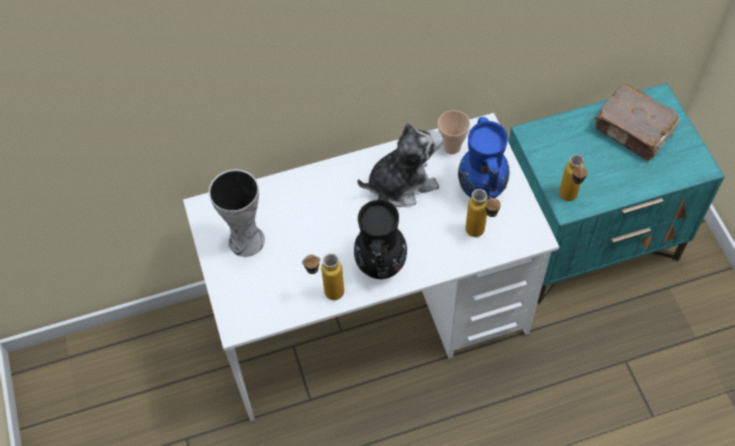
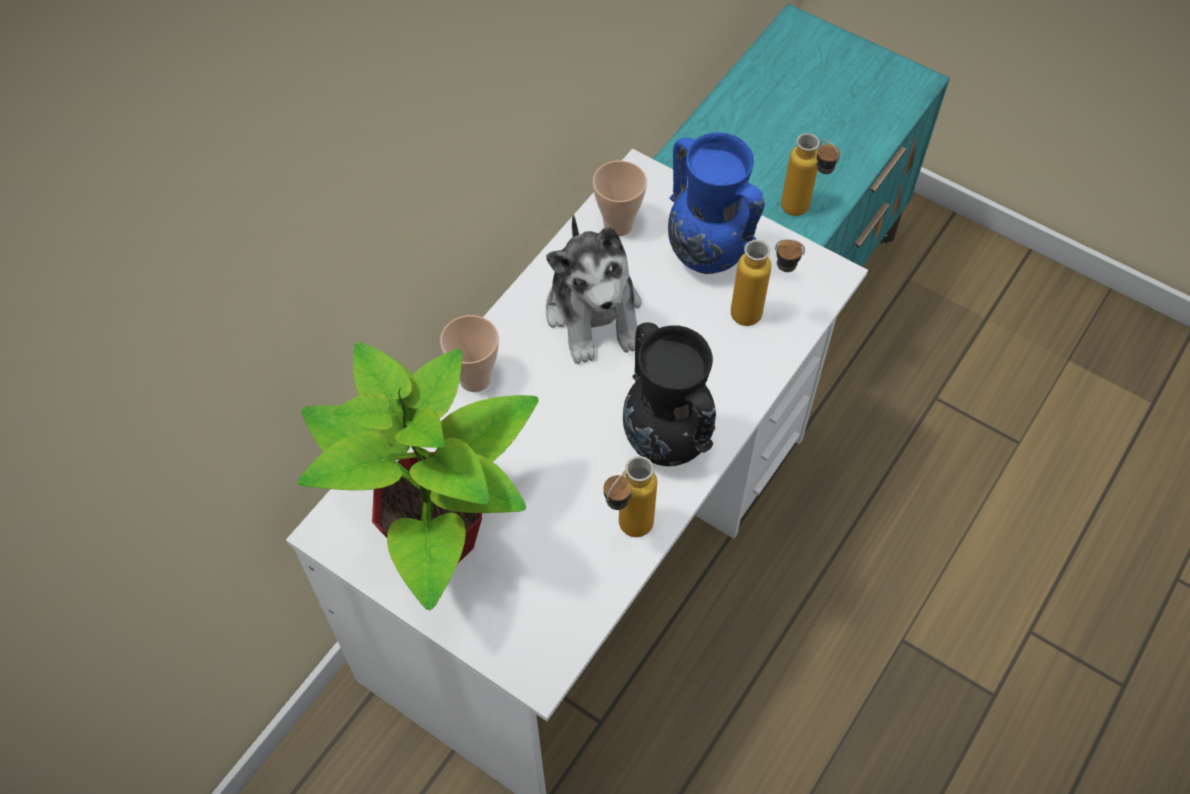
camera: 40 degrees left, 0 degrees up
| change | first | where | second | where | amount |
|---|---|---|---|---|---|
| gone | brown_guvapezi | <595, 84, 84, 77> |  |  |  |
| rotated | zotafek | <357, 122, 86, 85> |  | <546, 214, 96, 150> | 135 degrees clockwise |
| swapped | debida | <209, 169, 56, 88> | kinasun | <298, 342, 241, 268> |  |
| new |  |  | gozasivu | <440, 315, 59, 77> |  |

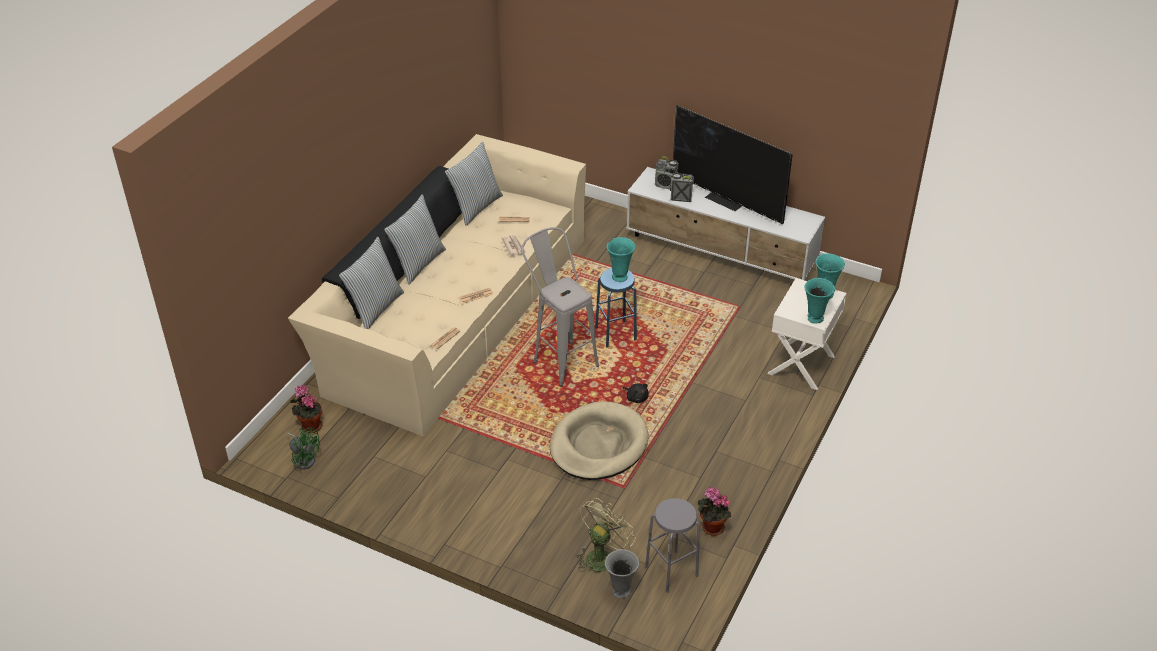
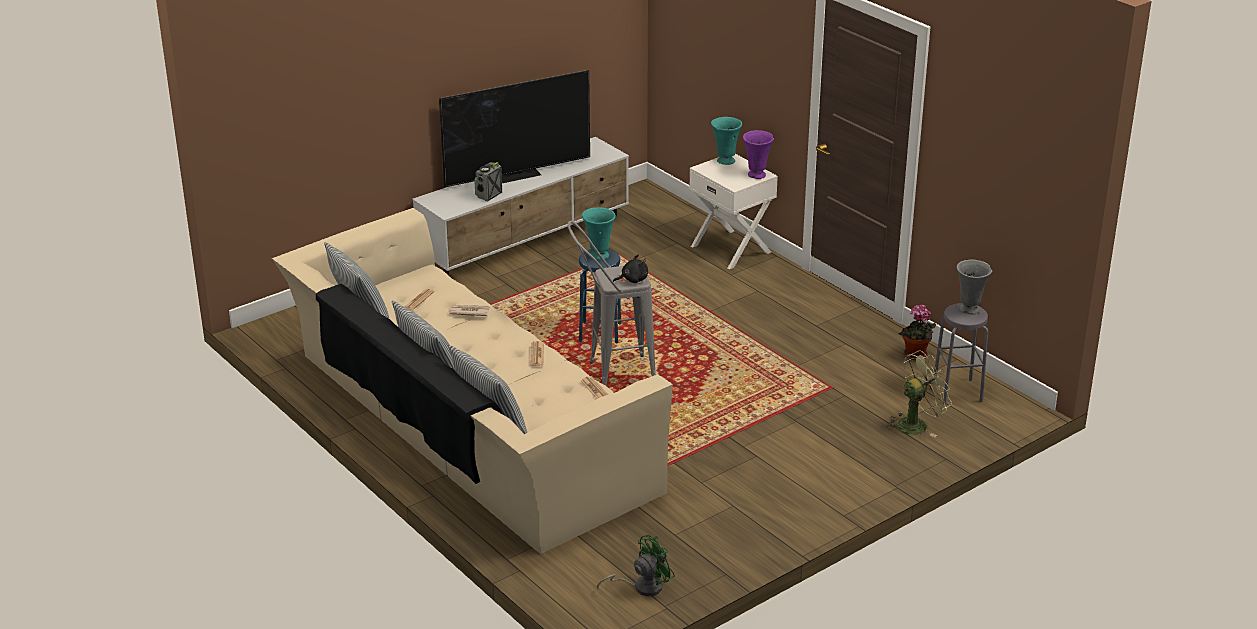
camera: 65 degrees left, 10 degrees down
| change | first | where | second | where | amount |
|---|---|---|---|---|---|
| gone | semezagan | <655, 156, 24, 34> |  |  |  |
| repainted | turquoise_debida | <804, 278, 31, 46> | purple_debida | <743, 130, 31, 49> |  |
| shifted | black_zotafek | <623, 383, 26, 20> |  | <613, 254, 35, 29> |  |
| gone | kinasun | <290, 385, 32, 48> |  |  |  |
| gone | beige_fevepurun | <550, 401, 98, 79> |  |  |  |
| rotated | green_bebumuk | <576, 498, 60, 74> |  | <886, 350, 66, 87> | 90 degrees clockwise |
| shifted | grey_debida | <605, 549, 34, 50> |  | <957, 259, 35, 55> |  |

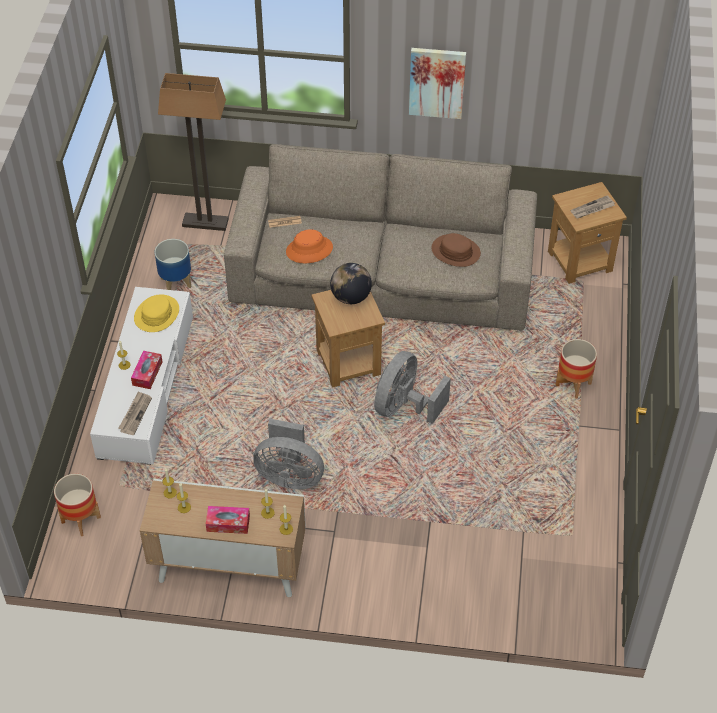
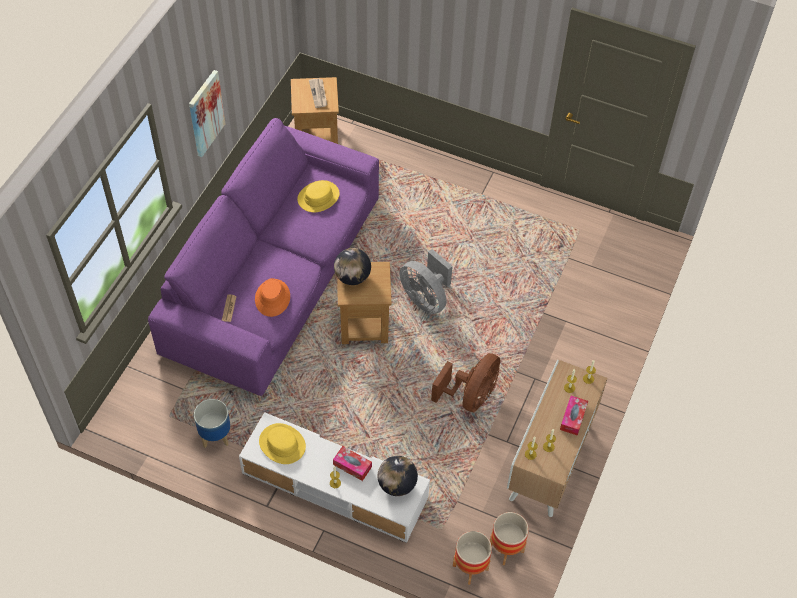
camera: 75 degrees left, 5 degrees up
| change | first | where | second | where | amount |
|---|---|---|---|---|---|
| gone | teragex | <158, 73, 71, 158> |  |  |  |
| repainted | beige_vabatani | <224, 144, 313, 186> | purple_vabatani | <148, 118, 231, 278> |  |
| repainted | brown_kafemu | <431, 233, 50, 34> | yellow_kafemu | <297, 180, 43, 32> |  |
| shifted | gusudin | <555, 339, 42, 59> |  | <490, 512, 39, 53> |  |
| swapped | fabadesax | <118, 391, 34, 44> | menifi | <378, 456, 40, 40> |  |
| repainted | grey_bebumuk | <253, 419, 71, 70> | brown_bebumuk | <431, 353, 69, 59> |  |

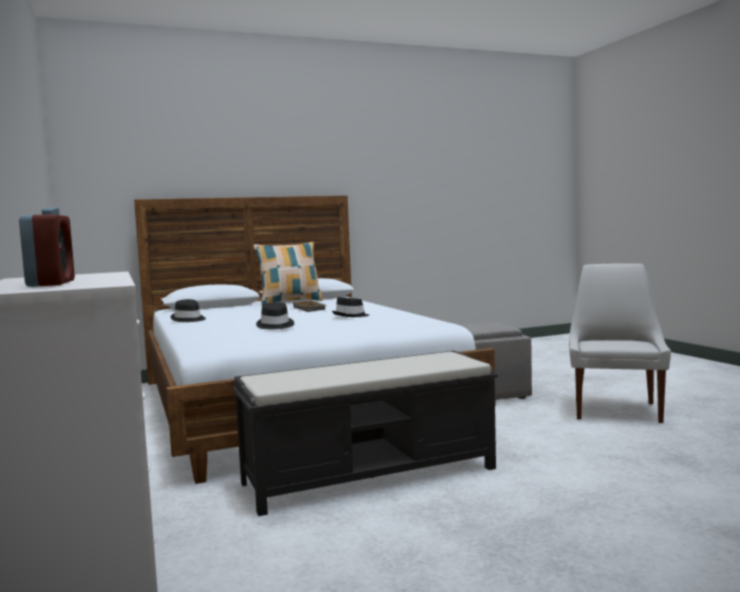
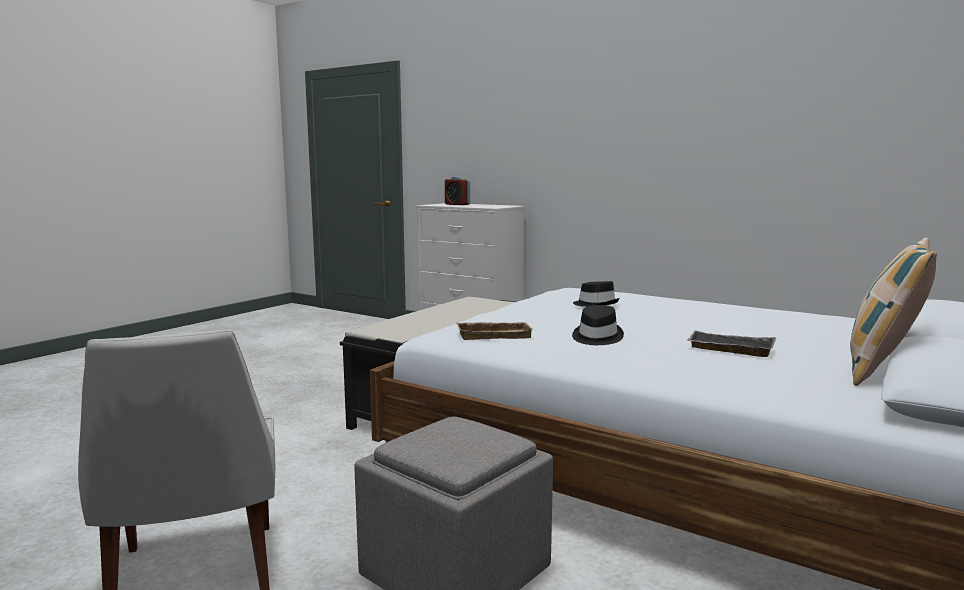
camera: 145 degrees right, 5 degrees up
| change | first | where | second | where | amount |
|---|---|---|---|---|---|
| gone | black_kafemu | <171, 299, 35, 23> |  |  |  |
| new |  |  | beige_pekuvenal | <456, 322, 78, 18> |  |

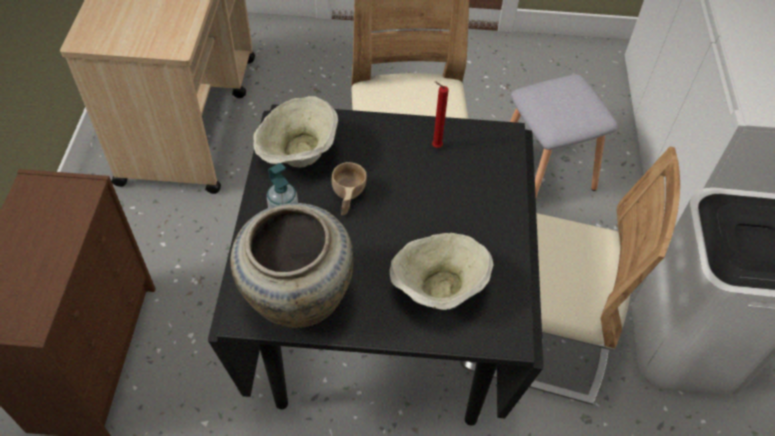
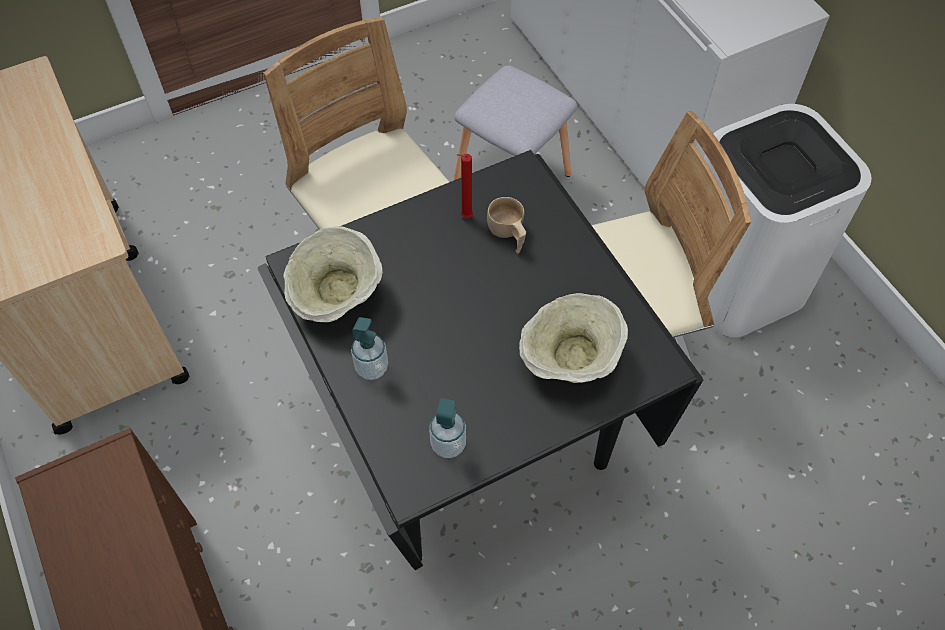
camera: 30 degrees left, 5 degrees up
| change | first | where | second | where | amount |
|---|---|---|---|---|---|
| shifted | beige_gozasivu | <332, 162, 35, 54> |  | <487, 197, 39, 57> |  |
| swapped | beige_debida | <230, 203, 123, 125> | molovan | <429, 398, 37, 60> |  |

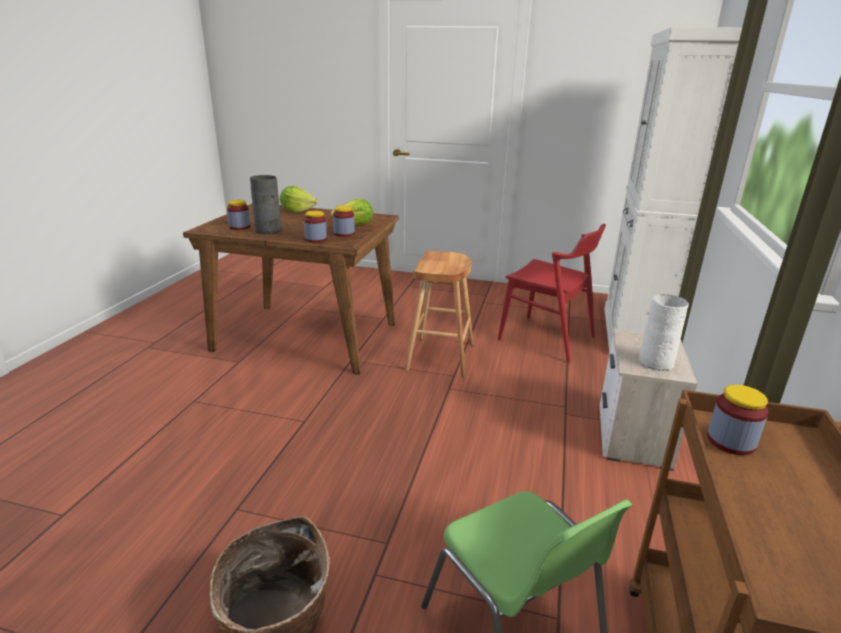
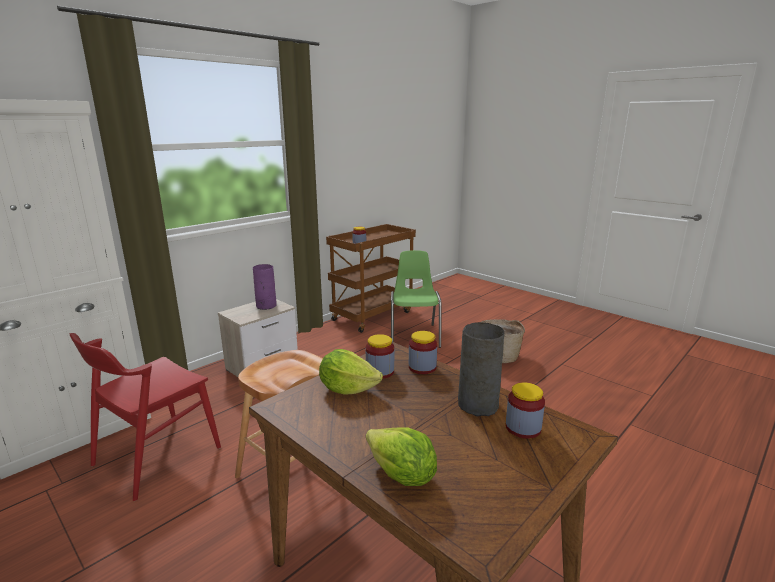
camera: 150 degrees left, 5 degrees down
| change | first | where | second | where | amount |
|---|---|---|---|---|---|
| rotated | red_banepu | <498, 224, 108, 139> |  | <70, 333, 151, 168> | 120 degrees counterclockwise |
| repainted | white_debida | <639, 294, 50, 77> | purple_debida | <253, 264, 24, 46> |  |

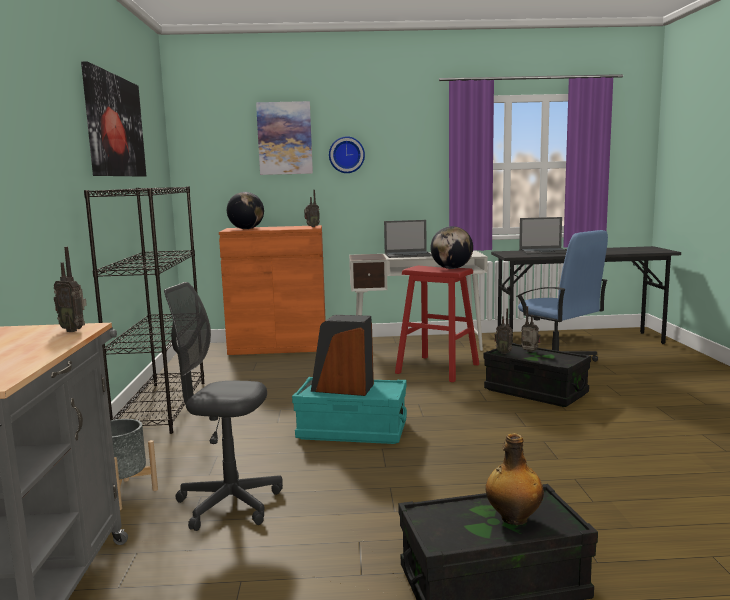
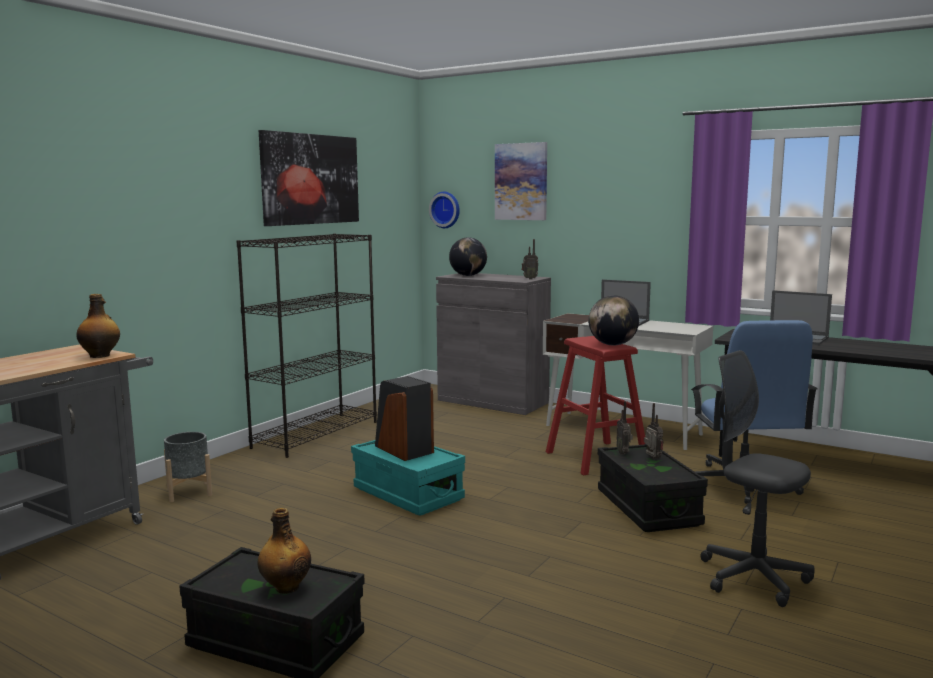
camera: 35 degrees right, 0 degrees up
| change | first | where | second | where | amount |
|---|---|---|---|---|---|
| shifted | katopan | <329, 136, 36, 37> |  | <429, 192, 31, 36> |  |
| repainted | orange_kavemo | <219, 225, 107, 130> | grey_kavemo | <436, 273, 115, 142> |  |
| swapped | semezagan | <53, 247, 34, 85> | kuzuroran | <76, 294, 44, 64> |  |
| shifted | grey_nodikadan | <164, 282, 119, 249> |  | <701, 350, 114, 257> |  |

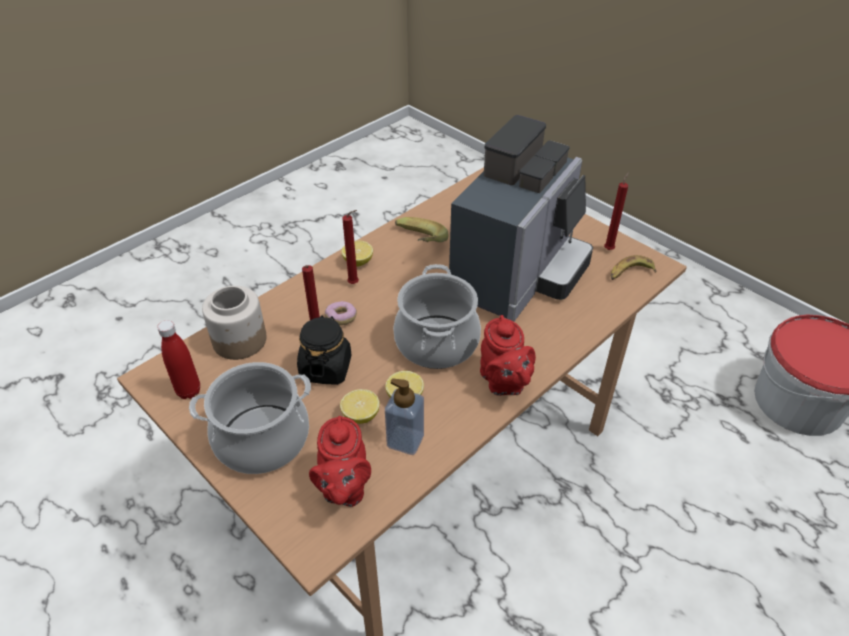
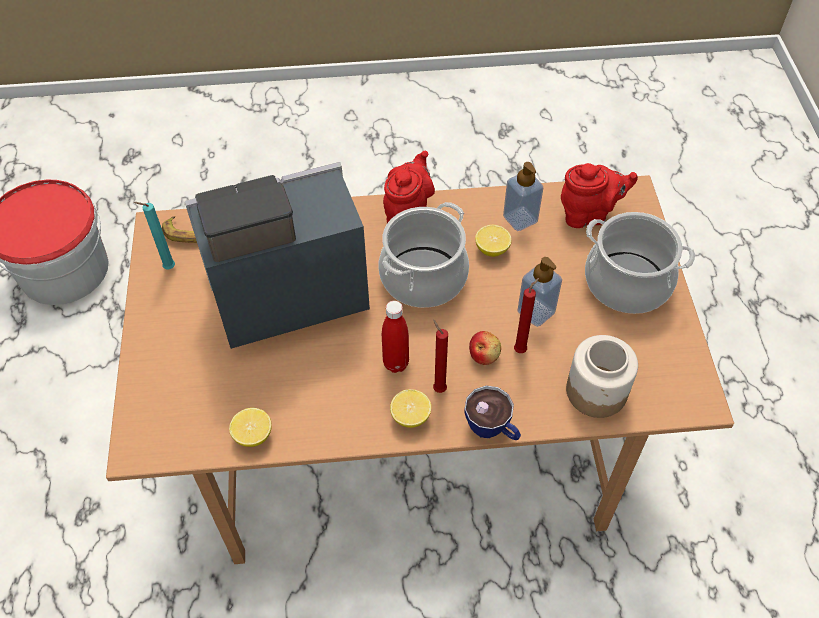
camera: 140 degrees left, 10 degrees up
| change | first | where | second | where | amount |
|---|---|---|---|---|---|
| repainted | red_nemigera | <604, 172, 25, 78> | turquoise_nemigera | <133, 202, 42, 67> |  |
| gone | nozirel | <395, 217, 53, 25> |  |  |  |
| swapped | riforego | <325, 301, 32, 24> | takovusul | <469, 331, 32, 34> |  |
| swapped | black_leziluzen | <297, 315, 54, 70> | molovan | <517, 257, 45, 70> |  |
| shifted | red_kuzuroran | <157, 320, 43, 79> |  | <382, 301, 27, 72> |  |
| shifted | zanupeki | <340, 389, 40, 35> |  | <229, 408, 43, 39> |  |
| rotated | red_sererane | <309, 416, 62, 91> |  | <561, 163, 77, 65> | 45 degrees clockwise |
| new |  |  | gozasivu | <465, 386, 56, 54> |  |

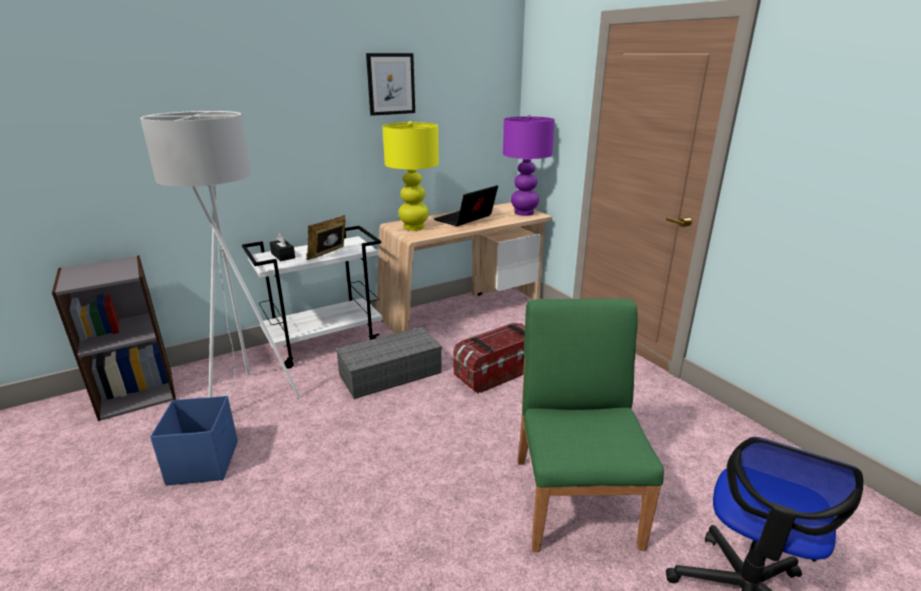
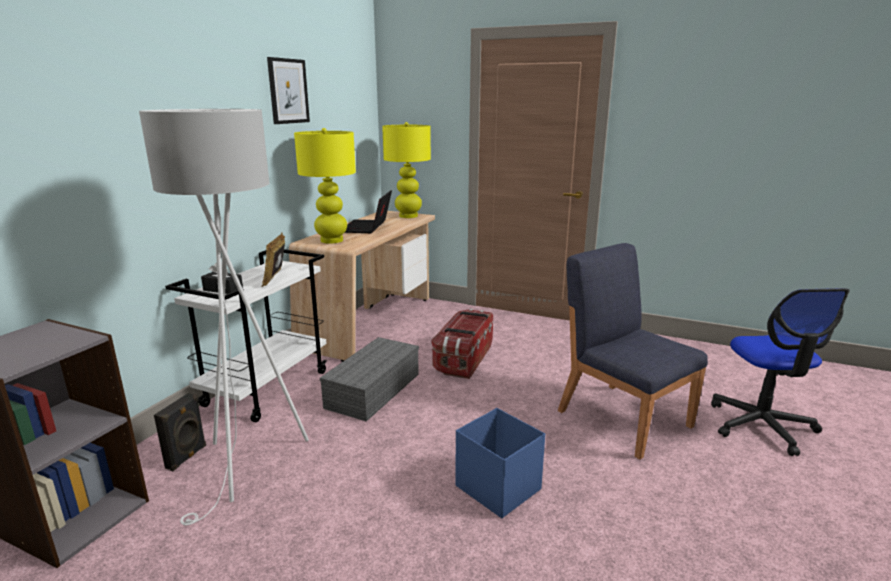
camera: 35 degrees left, 5 degrees down
| change | first | where | second | where | amount |
|---|---|---|---|---|---|
| repainted | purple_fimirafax | <503, 115, 52, 101> | yellow_fimirafax | <382, 122, 49, 96> |  |
| repainted | green_banepu | <518, 299, 146, 253> | blue_banepu | <558, 243, 150, 217> |  |
| shifted | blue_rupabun | <150, 396, 88, 89> |  | <455, 408, 90, 110> |  |
| new |  |  | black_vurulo | <154, 393, 52, 78> |  |

